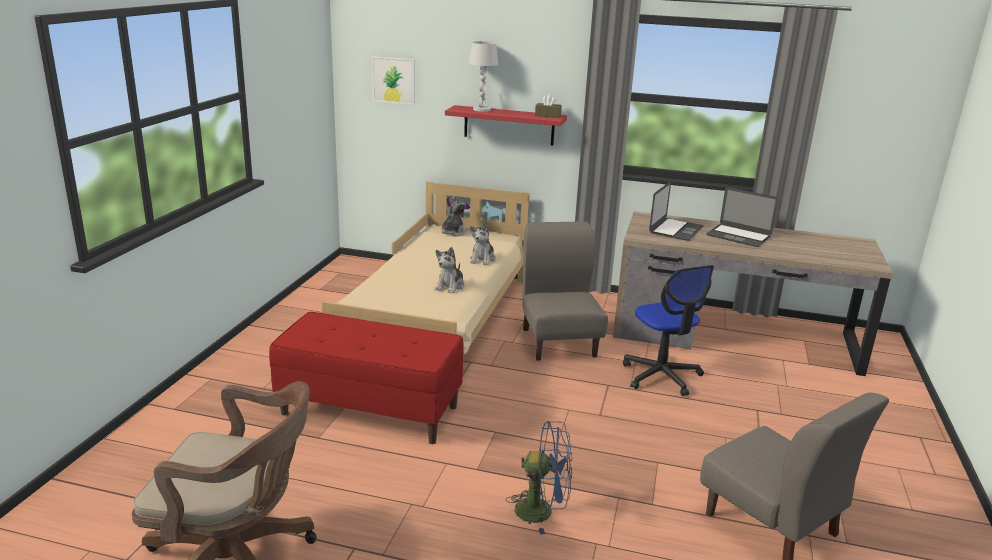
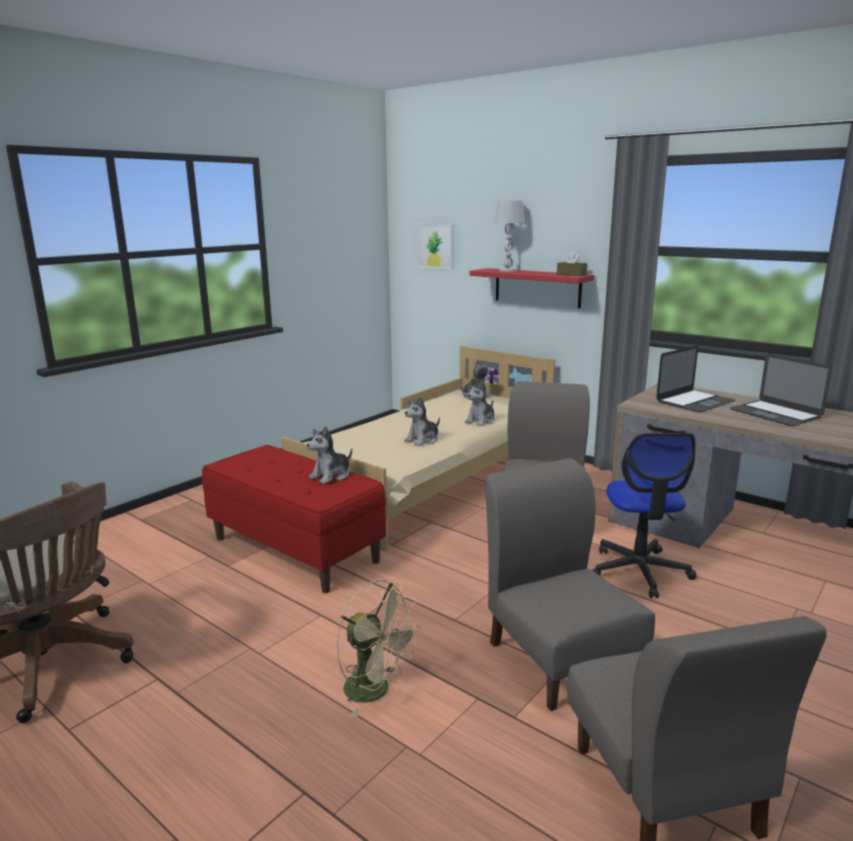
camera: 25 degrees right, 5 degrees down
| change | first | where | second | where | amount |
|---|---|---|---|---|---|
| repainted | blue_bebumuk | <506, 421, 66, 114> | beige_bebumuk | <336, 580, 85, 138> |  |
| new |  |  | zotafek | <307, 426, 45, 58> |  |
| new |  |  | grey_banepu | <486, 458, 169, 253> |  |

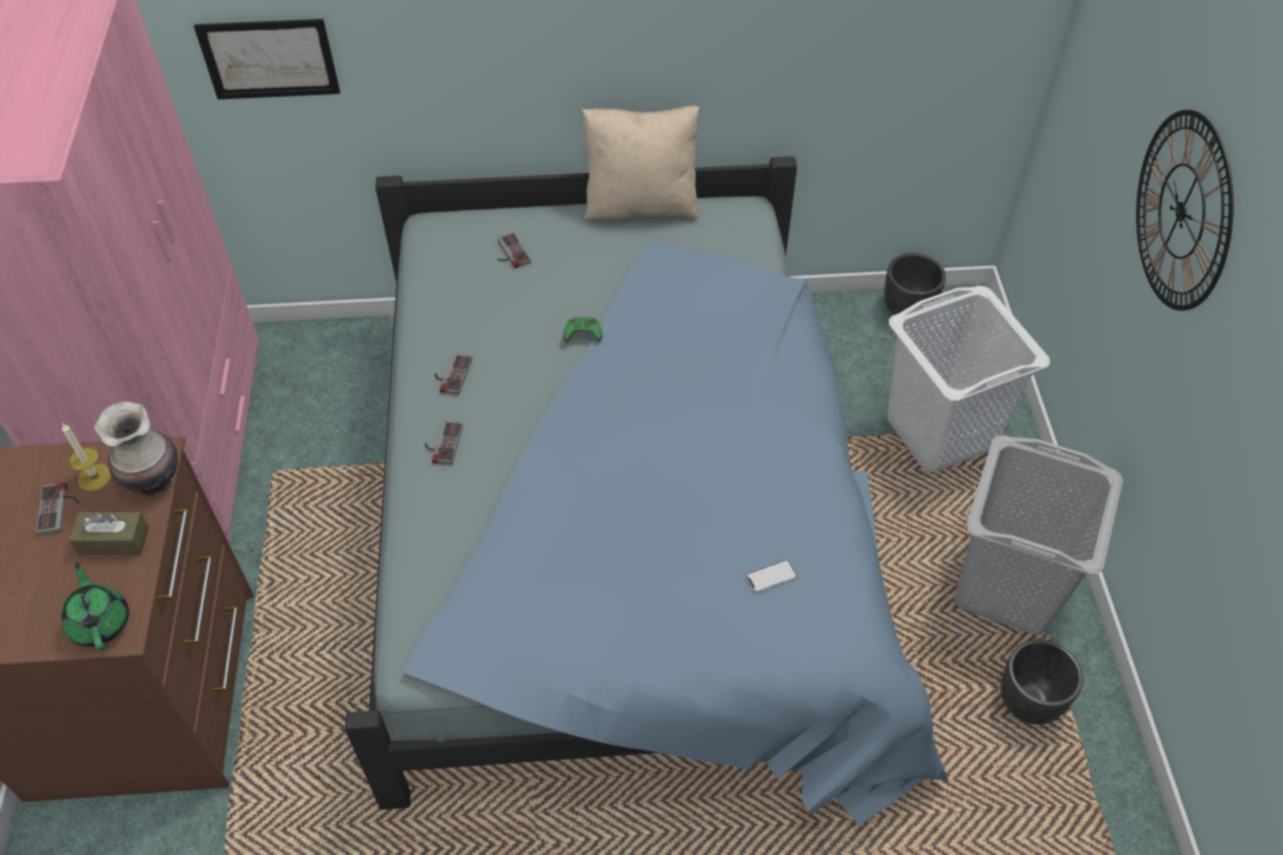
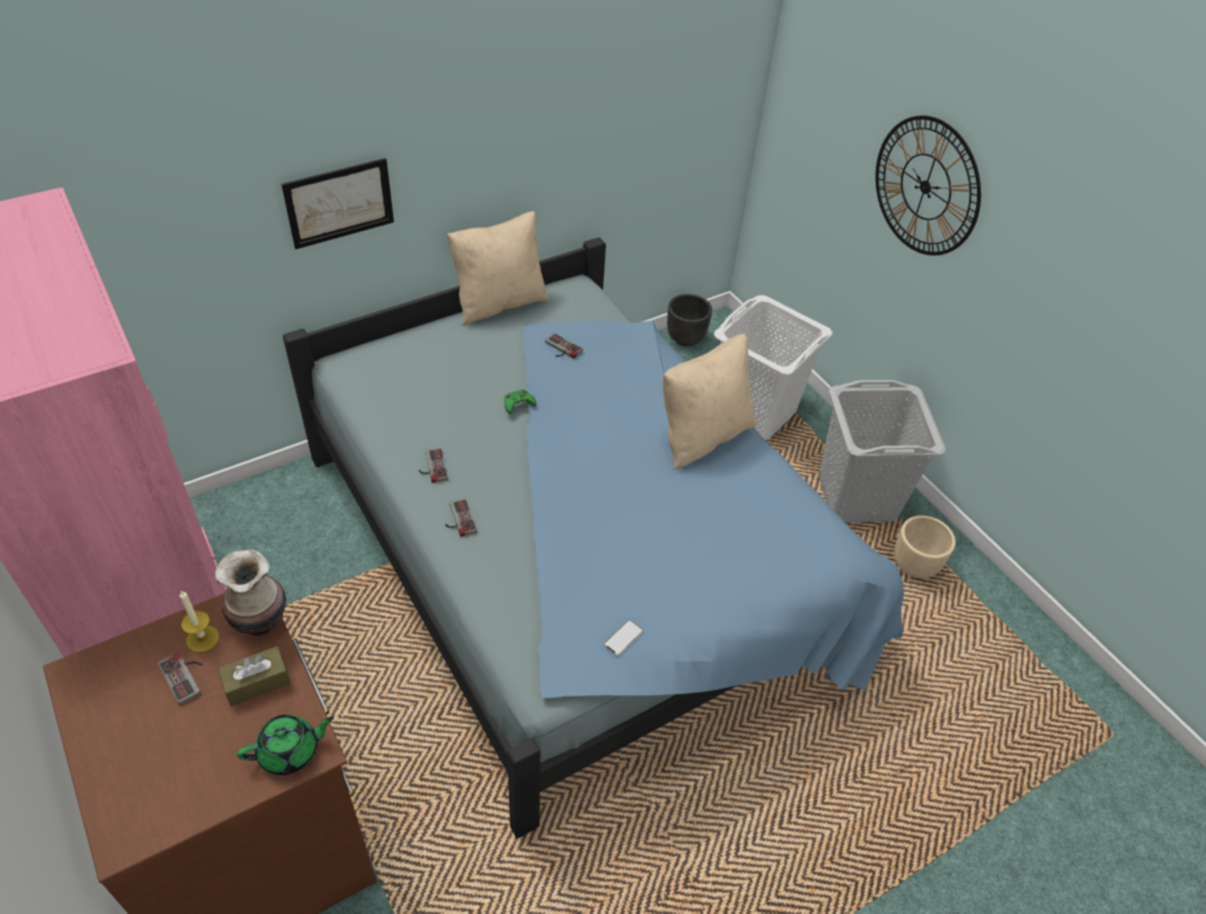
camera: 30 degrees left, 5 degrees down
| change | first | where | second | where | amount |
|---|---|---|---|---|---|
| shifted | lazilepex | <194, 19, 146, 81> |  | <281, 158, 113, 91> |  |
| shifted | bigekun | <497, 232, 34, 36> |  | <545, 333, 38, 25> |  |
| shifted | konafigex | <746, 559, 52, 34> |  | <603, 620, 41, 36> |  |
| rotated | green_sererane | <61, 562, 68, 89> |  | <237, 714, 97, 61> | 120 degrees clockwise |
| repainted | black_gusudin | <1001, 639, 82, 85> | beige_gusudin | <894, 515, 62, 63> |  |
| new |  |  | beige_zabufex | <662, 334, 94, 135> |  |

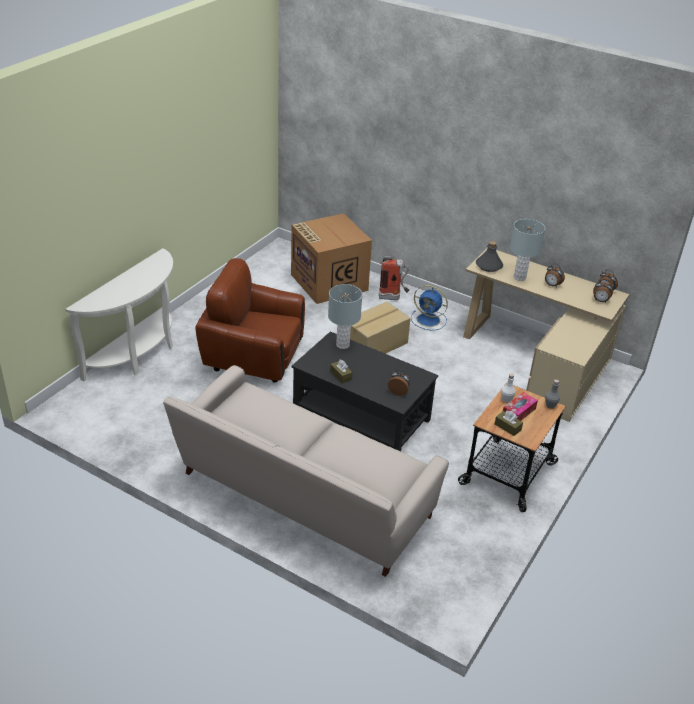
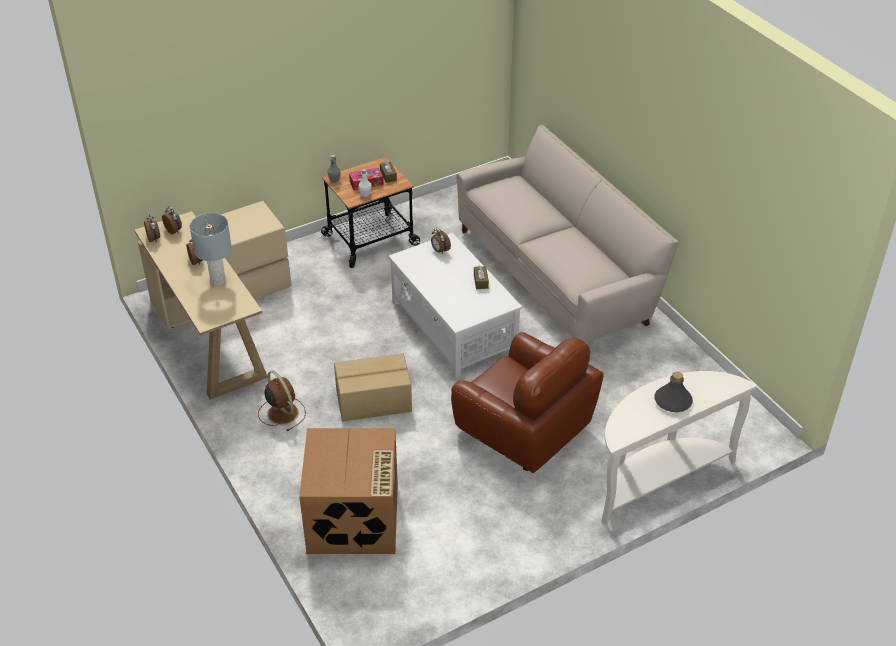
camera: 150 degrees left, 5 degrees up
| change | first | where | second | where | amount |
|---|---|---|---|---|---|
| shifted | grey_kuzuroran | <476, 241, 27, 31> |  | <655, 372, 38, 40> |  |
| gone | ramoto | <379, 256, 30, 44> |  |  |  |
| gone | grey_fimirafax | <328, 284, 34, 65> |  |  |  |
| repainted | blue_bebumuk | <411, 285, 37, 45> | brown_bebumuk | <258, 370, 48, 61> |  |
| repainted | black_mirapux | <292, 331, 146, 120> | white_mirapux | <389, 233, 133, 145> |  |

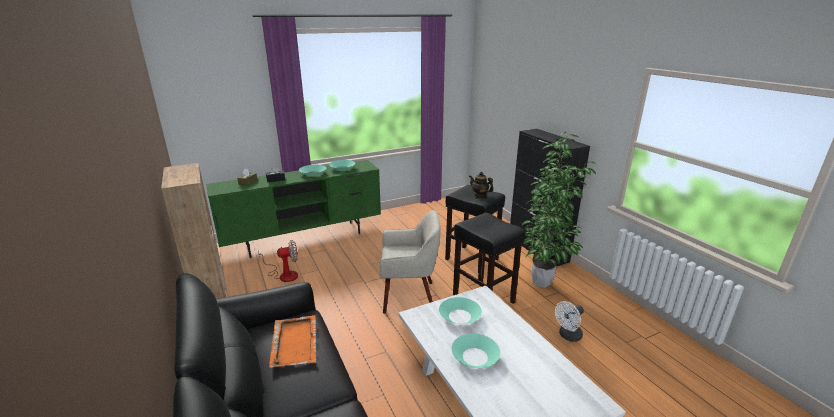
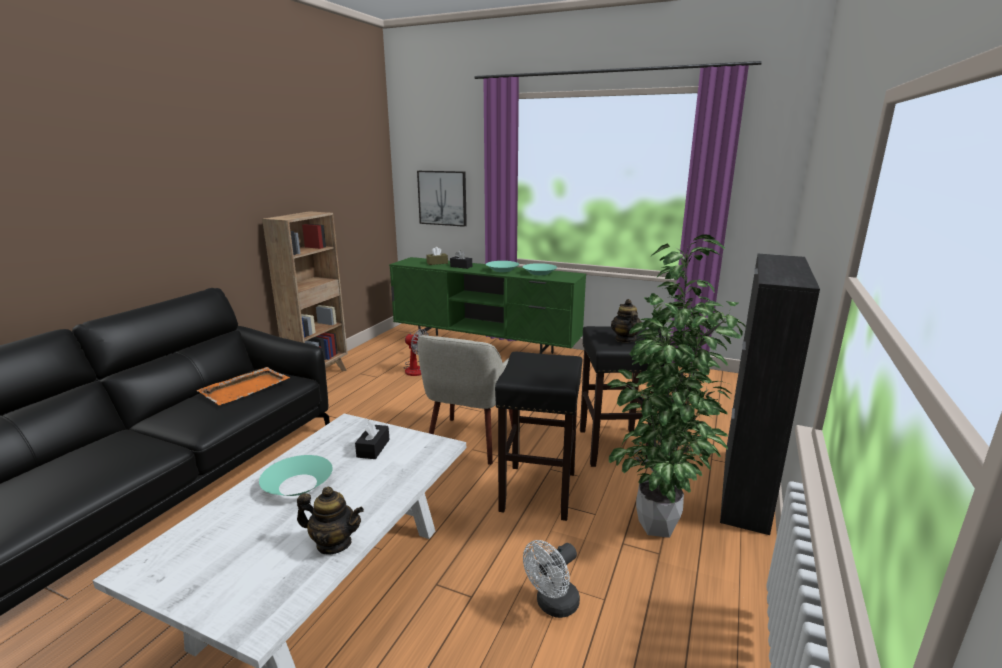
camera: 50 degrees right, 5 degrees down
| change | first | where | second | where | amount |
|---|---|---|---|---|---|
| rotated | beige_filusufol | <380, 210, 61, 104> |  | <418, 335, 94, 130> | 60 degrees clockwise |
| swapped | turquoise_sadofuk | <439, 297, 43, 27> | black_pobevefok | <355, 419, 35, 40> |  |
| rotated | white_bebumuk | <555, 301, 29, 41> |  | <523, 540, 57, 78> | 60 degrees counterclockwise |
| new |  |  | lazilepex | <417, 171, 50, 56> |  |
| new |  |  | sererane | <297, 487, 67, 68> |  |

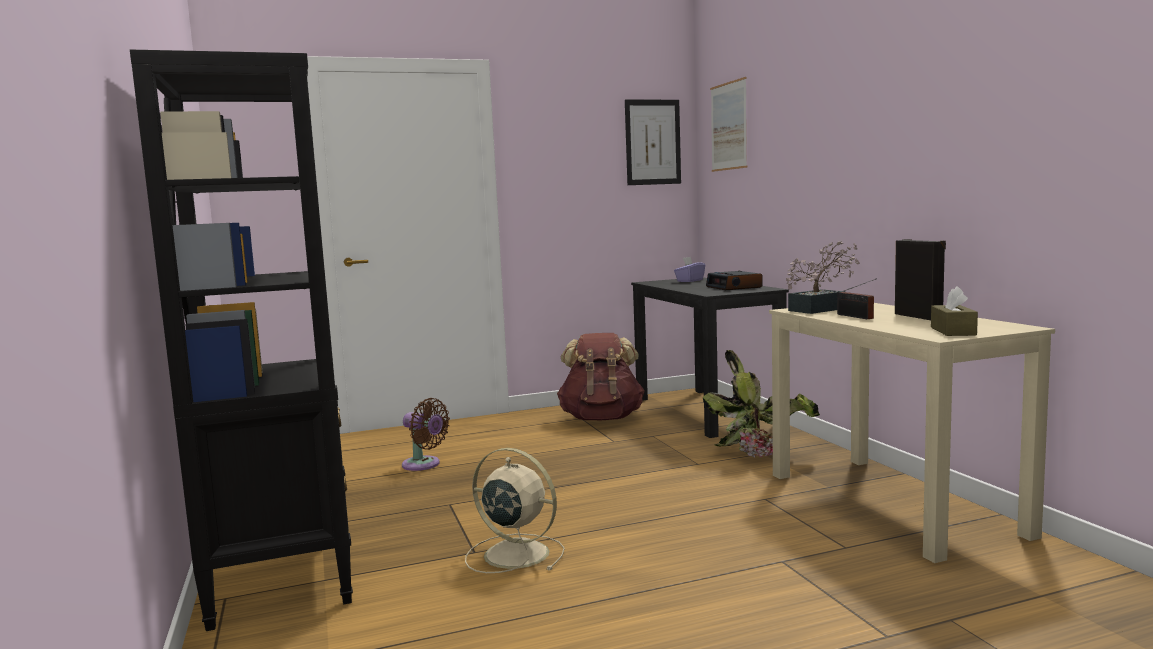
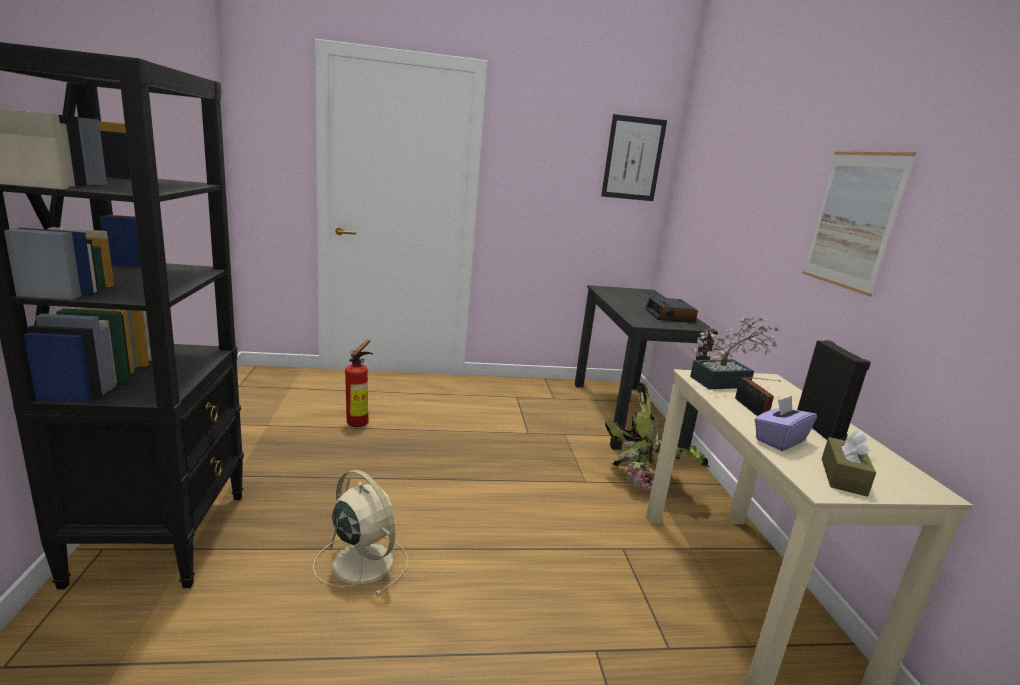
camera: 10 degrees right, 10 degrees up
| change | first | where | second | where | amount |
|---|---|---|---|---|---|
| shifted | lazilepex | <710, 77, 37, 95> |  | <803, 152, 113, 144> |  |
| shifted | purple_pobevefok | <674, 257, 31, 25> |  | <755, 396, 62, 55> |  |
| gone | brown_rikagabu | <557, 333, 88, 87> |  |  |  |
| swapped | brown_bebumuk | <402, 398, 48, 73> | ramoto | <345, 340, 28, 87> |  |

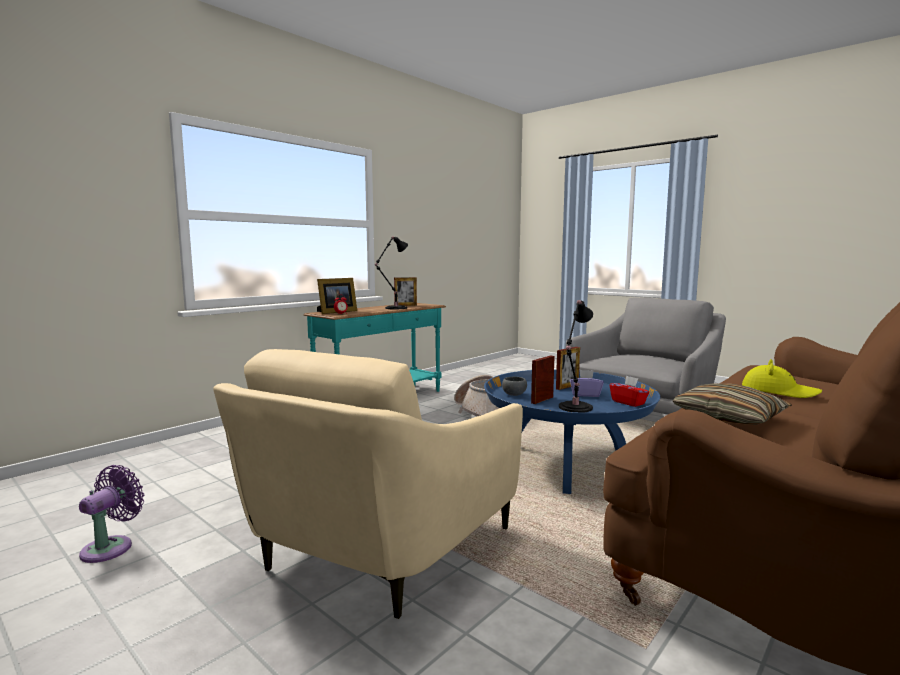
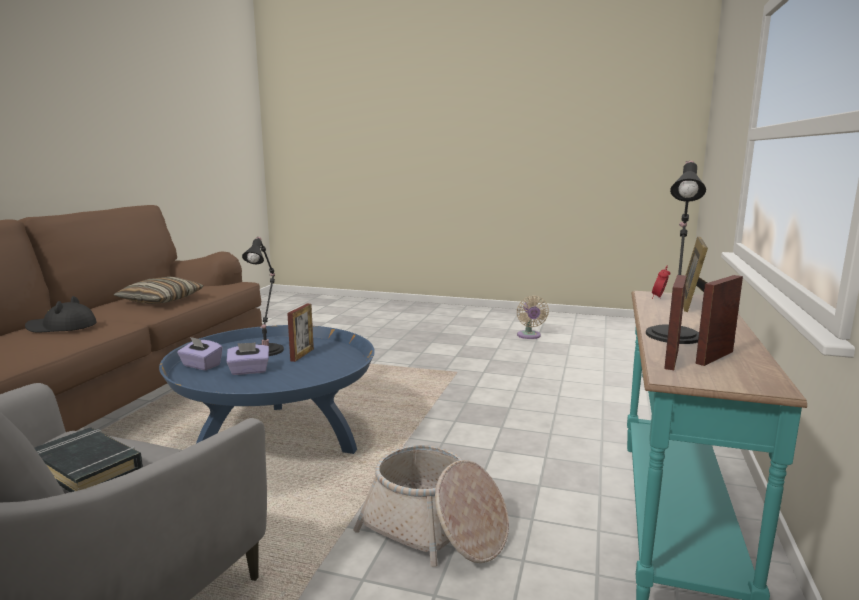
camera: 155 degrees right, 5 degrees up
| change | first | where | second | where | amount |
|---|---|---|---|---|---|
| shifted | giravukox | <556, 347, 24, 43> |  | <664, 275, 22, 95> |  |
| gone | beige_filusufol | <213, 349, 310, 270> |  |  |  |
| repainted | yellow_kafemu | <742, 359, 80, 39> | black_kafemu | <25, 296, 72, 37> |  |
| repainted | red_pobevefok | <609, 376, 40, 31> | purple_pobevefok | <177, 337, 46, 33> |  |
| gone | grey_sadofuk | <502, 377, 25, 19> |  |  |  |
| repainted | purple_bebumuk | <79, 465, 65, 98> | beige_bebumuk | <517, 296, 32, 43> |  |
| new |  |  | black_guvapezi | <35, 427, 108, 65> |  |

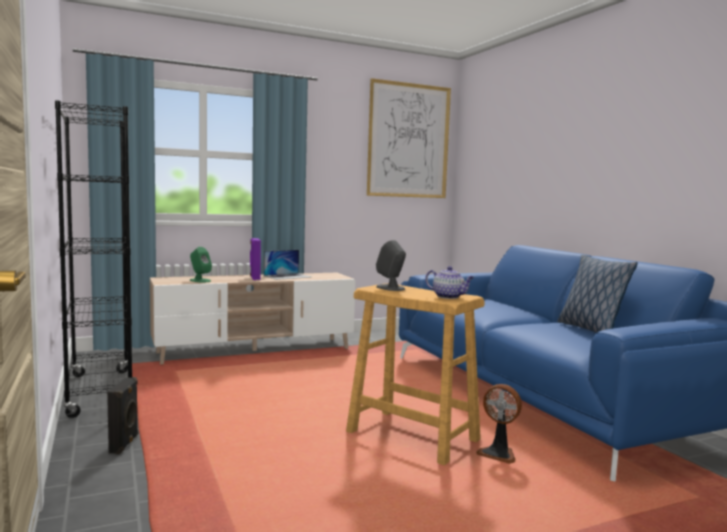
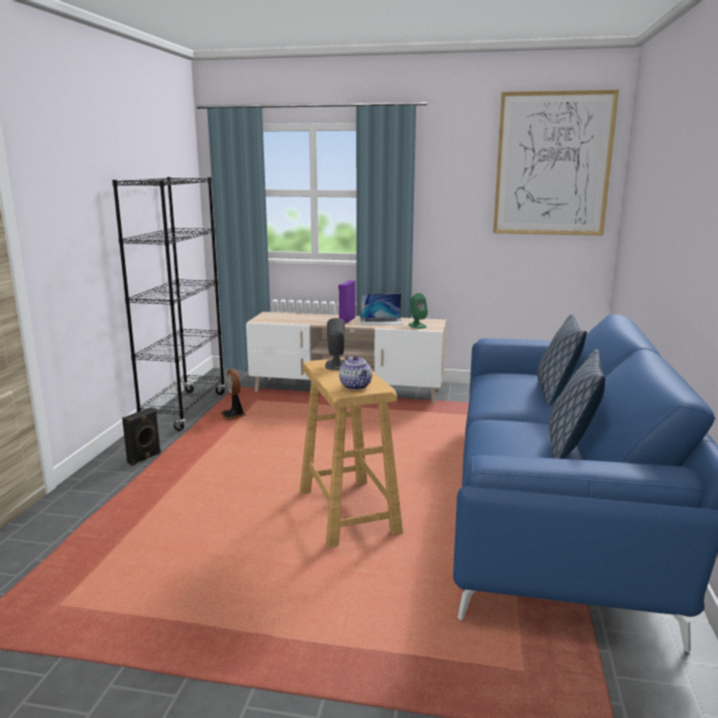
camera: 35 degrees right, 10 degrees up
| change | first | where | second | where | amount |
|---|---|---|---|---|---|
| shifted | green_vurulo | <190, 247, 22, 36> |  | <408, 293, 20, 36> |  |
| shifted | bebumuk | <476, 384, 46, 80> |  | <220, 369, 26, 51> |  |
| new |  |  | zabufex | <537, 314, 50, 91> |  |

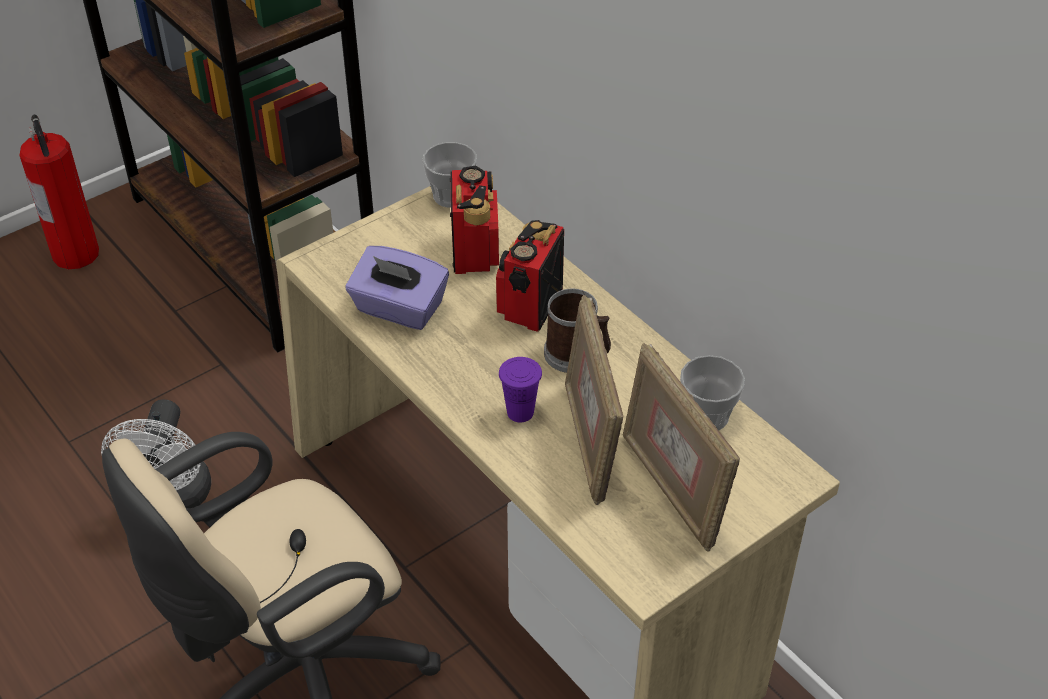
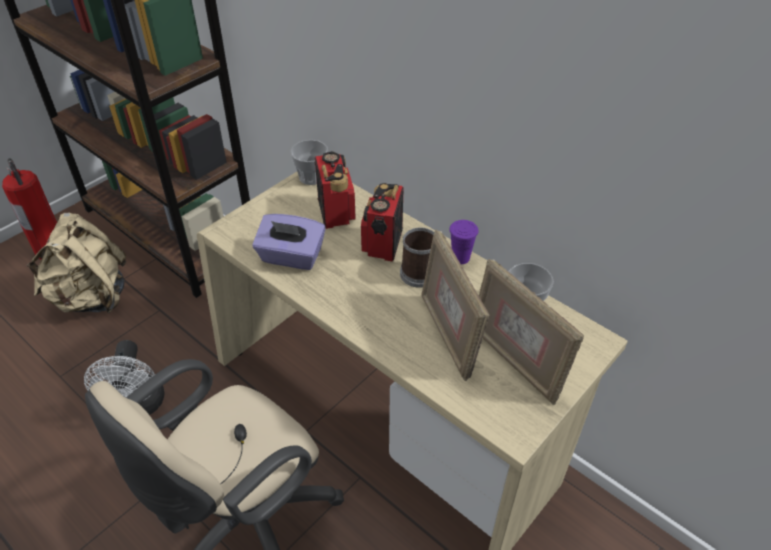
camera: 10 degrees left, 0 degrees up
| change | first | where | second | where | amount |
|---|---|---|---|---|---|
| shifted | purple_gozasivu | <499, 357, 43, 65> |  | <449, 220, 29, 44> |  |
| new |  |  | beige_rikagabu | <26, 213, 100, 100> |  |

